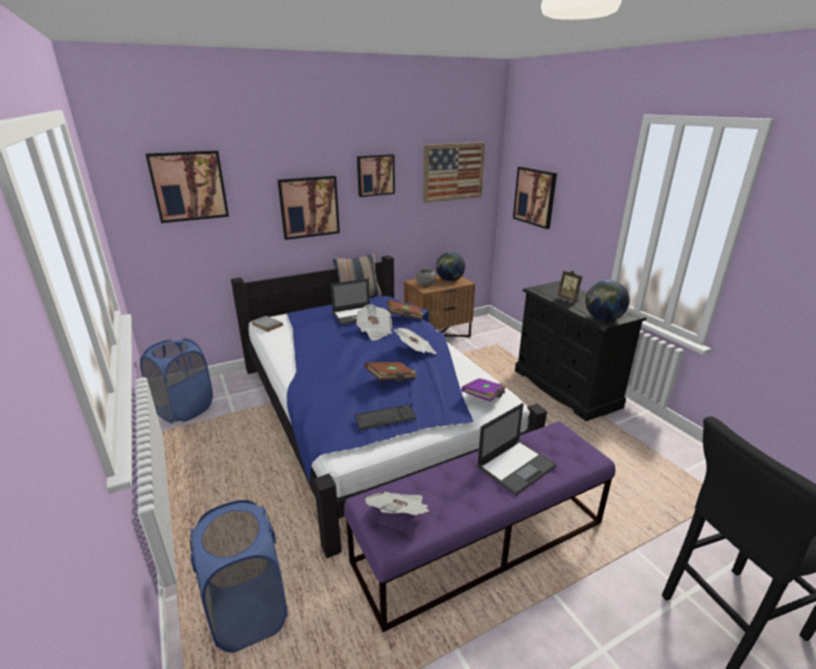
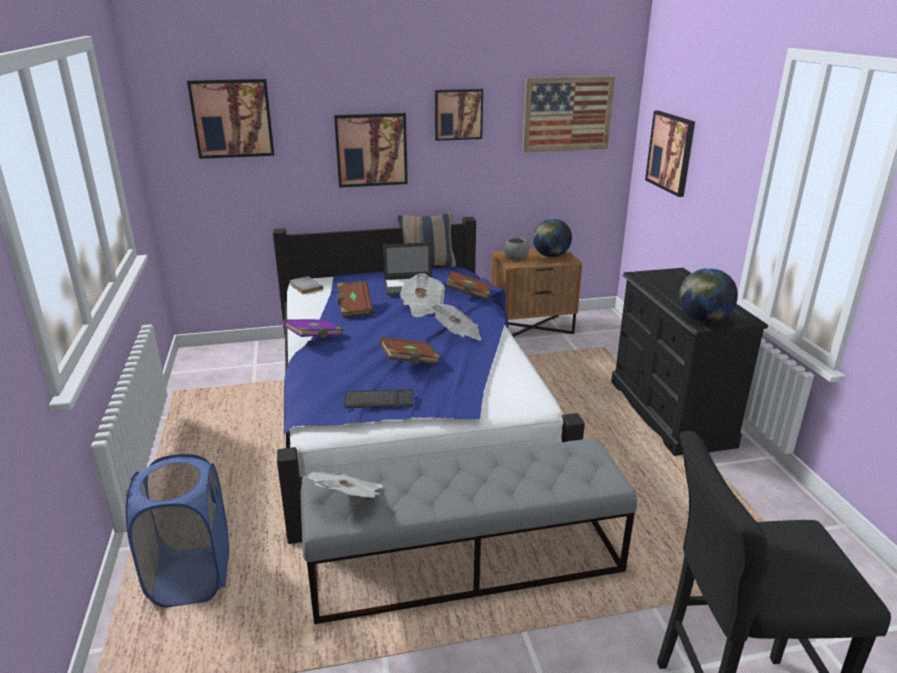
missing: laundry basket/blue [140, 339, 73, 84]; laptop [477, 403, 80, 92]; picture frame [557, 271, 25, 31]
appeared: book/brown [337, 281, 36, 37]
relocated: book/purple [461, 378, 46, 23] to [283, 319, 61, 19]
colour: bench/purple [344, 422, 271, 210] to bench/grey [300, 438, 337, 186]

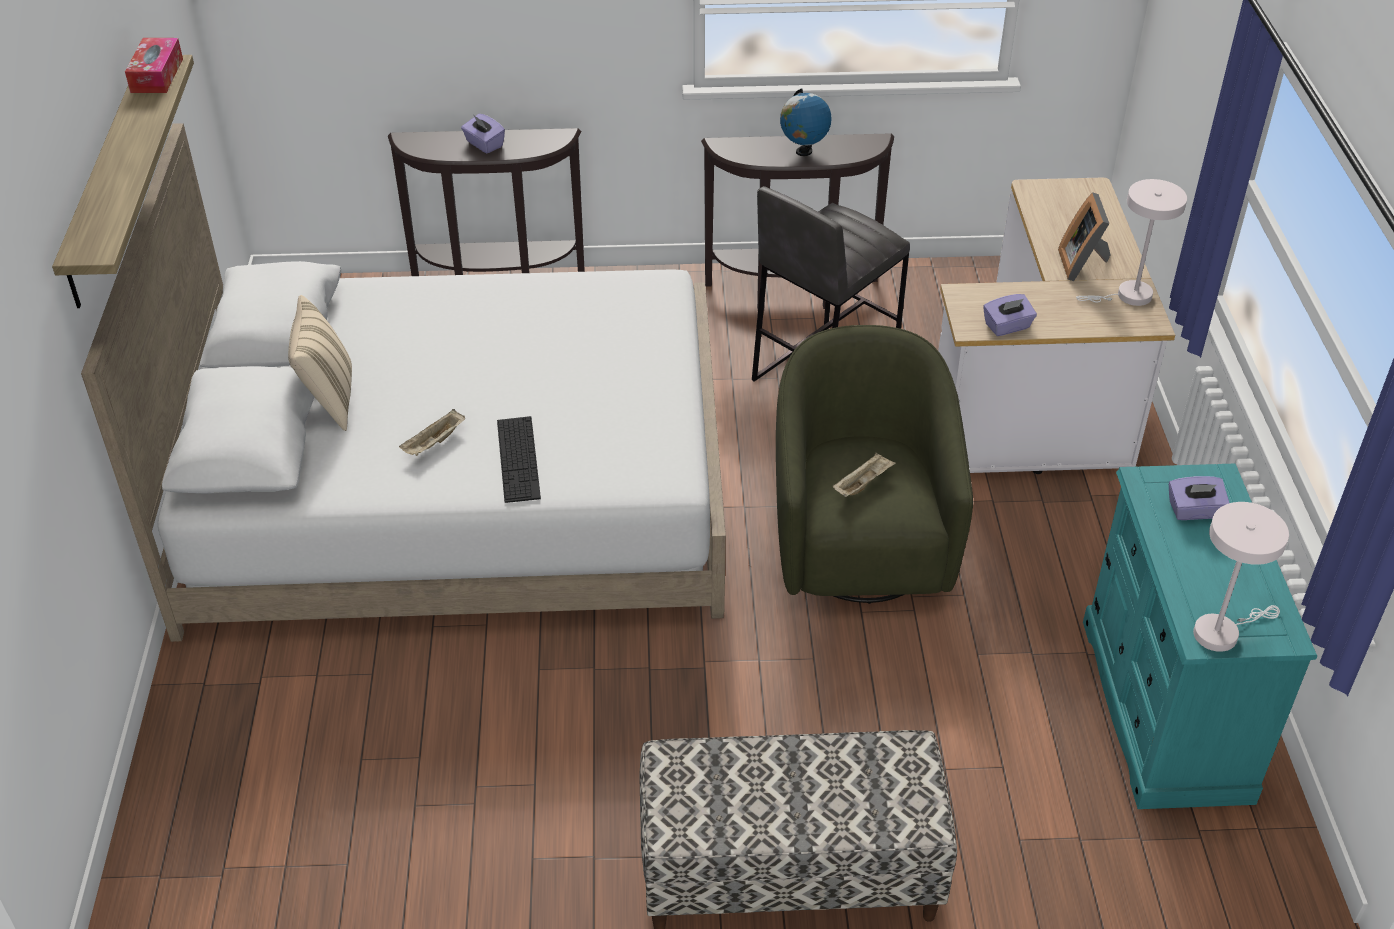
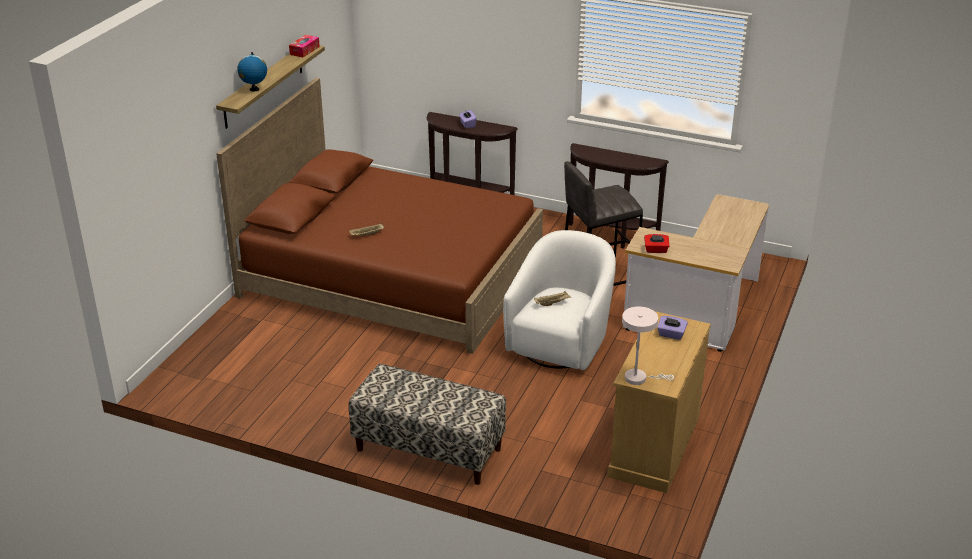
missing: pillow/beige [288, 295, 64, 136]; keyboard [497, 416, 44, 87]; picture frame [1058, 192, 53, 89]; table lamp/white [1076, 179, 111, 127]
relocated: globe [780, 89, 52, 67] to [237, 52, 30, 39]
colour: bed/white [81, 123, 645, 519] to bed/brown [216, 78, 327, 276]; armchair/green [776, 325, 197, 279] to armchair/white [503, 230, 113, 140]; tissue box/purple [983, 294, 54, 42] to tissue box/red [644, 234, 25, 19]; dresser/turquoise [1083, 464, 234, 345] to dresser/beige [607, 311, 104, 182]

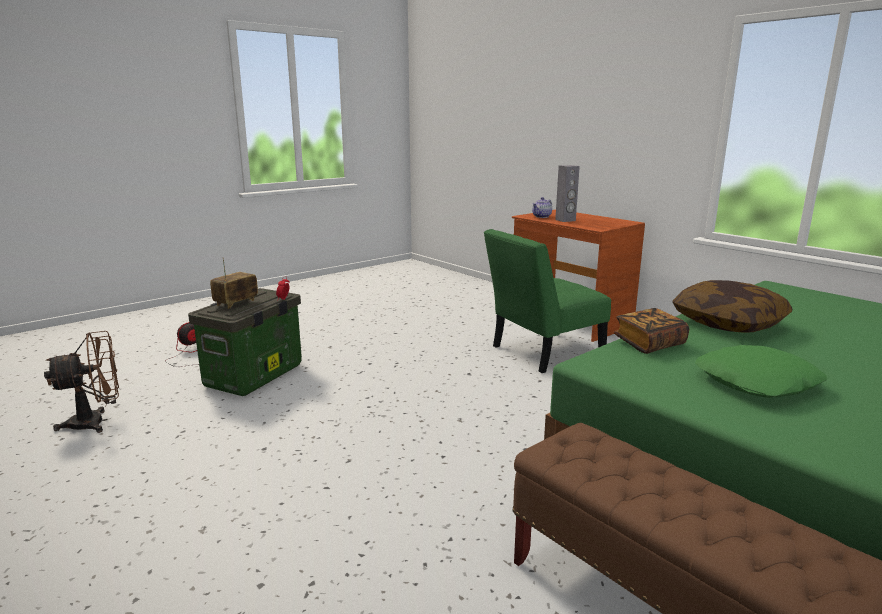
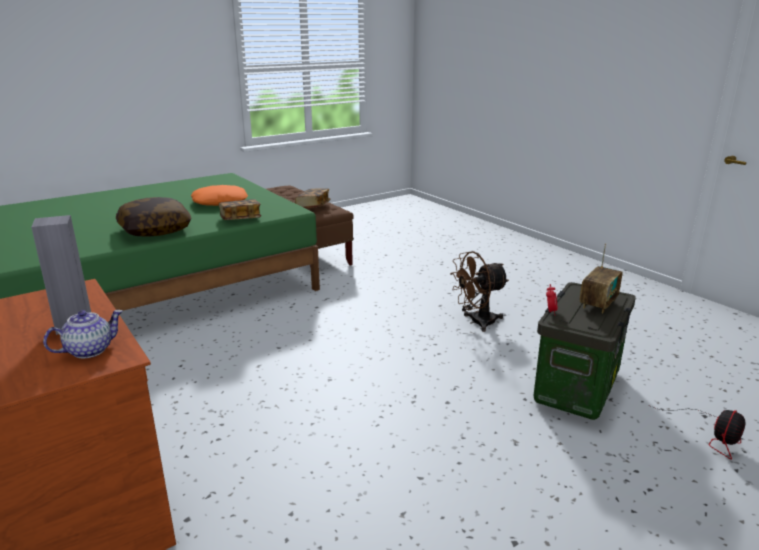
missing: chair/green [484, 229, 127, 144]
appeared: book [295, 188, 35, 20]
relocated: fan/brown [44, 331, 75, 102] to [450, 251, 59, 81]
colour: pillow/green [695, 345, 132, 53] to pillow/orange [191, 185, 57, 21]

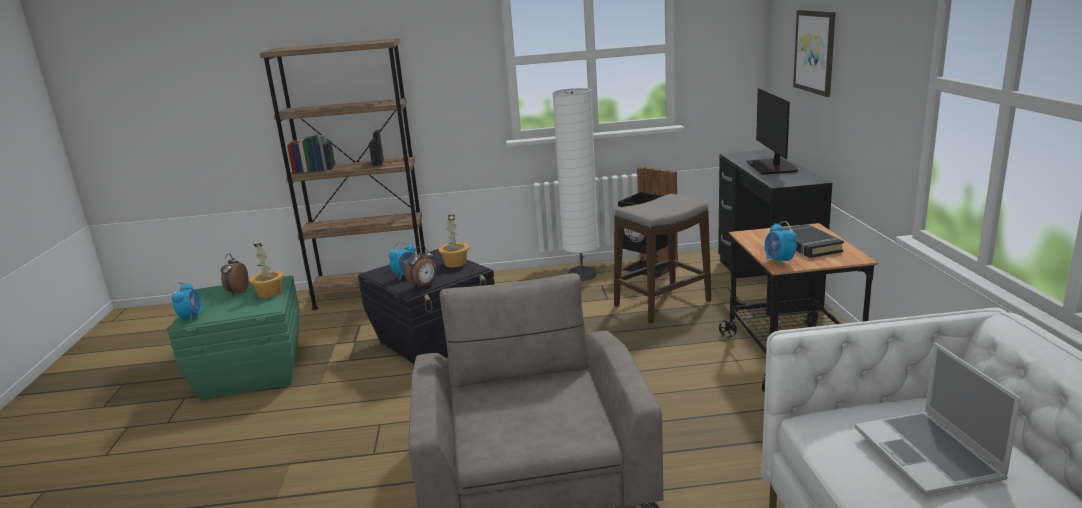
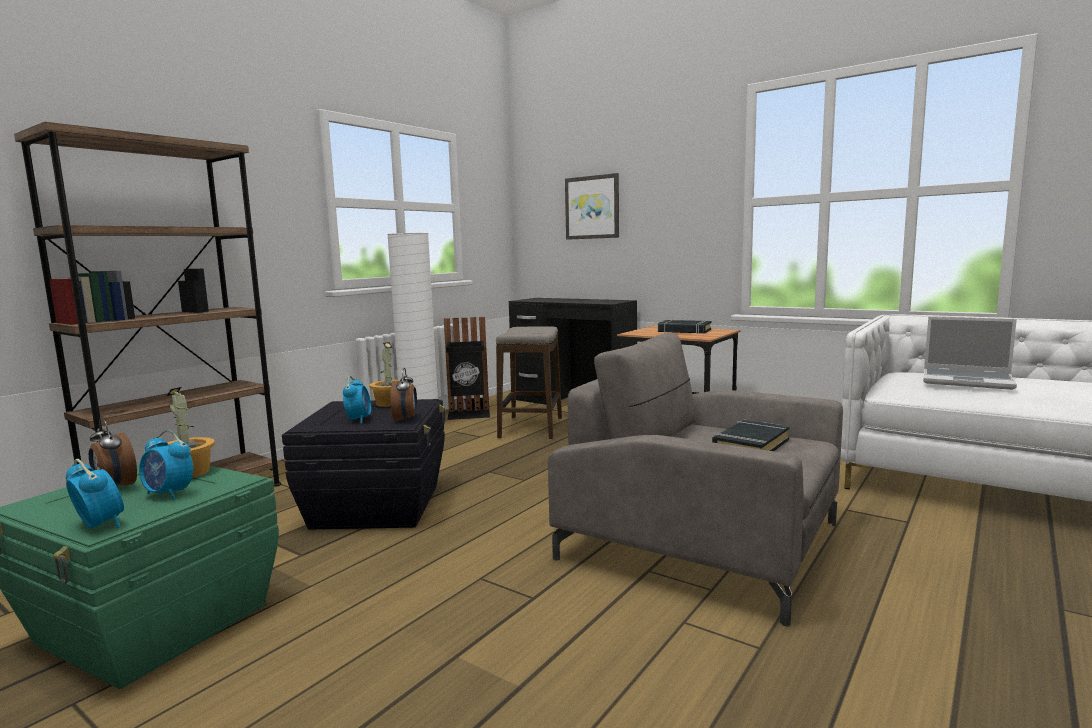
missing: monitor [746, 88, 53, 87]
appeared: book/black [712, 420, 78, 31]
relocated: alarm clock [764, 221, 33, 45] to [139, 430, 54, 70]

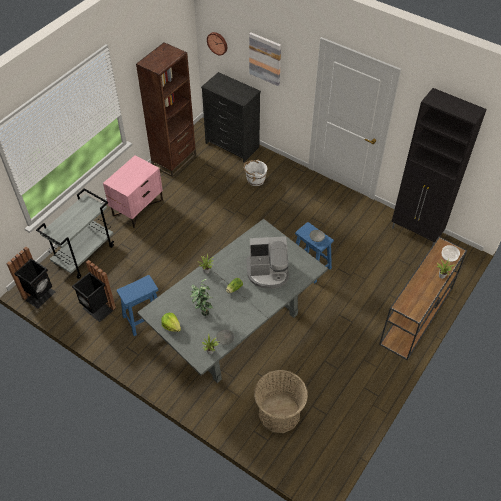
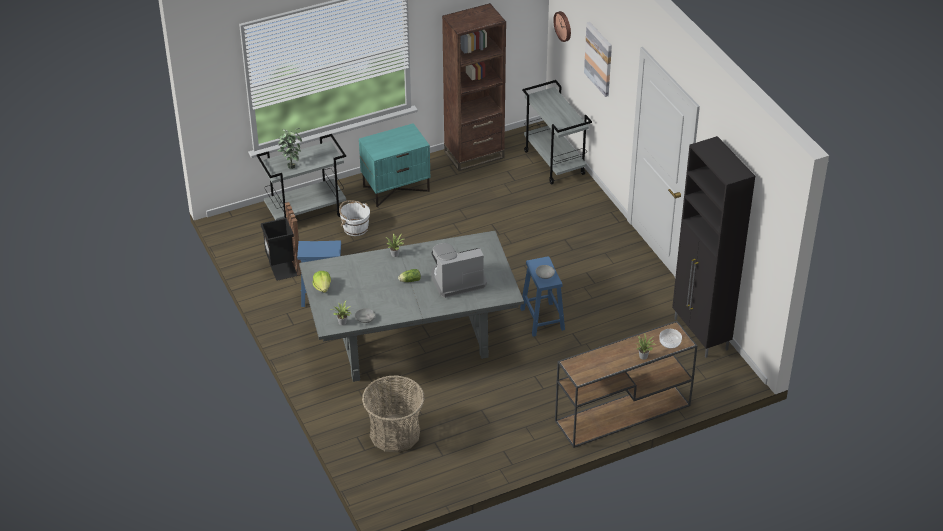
missing: trash can/black [6, 247, 50, 62]
relocated: potted plant [190, 279, 24, 37] to [277, 128, 25, 41]; bucket/white [244, 160, 23, 26] to [339, 200, 31, 36]
exchanged: dresser/black [201, 72, 60, 90] to cart/grey [522, 80, 70, 105]
colour: nightstand/pink [103, 155, 60, 73] to nightstand/turquoise [359, 123, 71, 84]
spun: coffee machine [246, 236, 43, 53] = [431, 243, 56, 55] 135 degrees clockwise

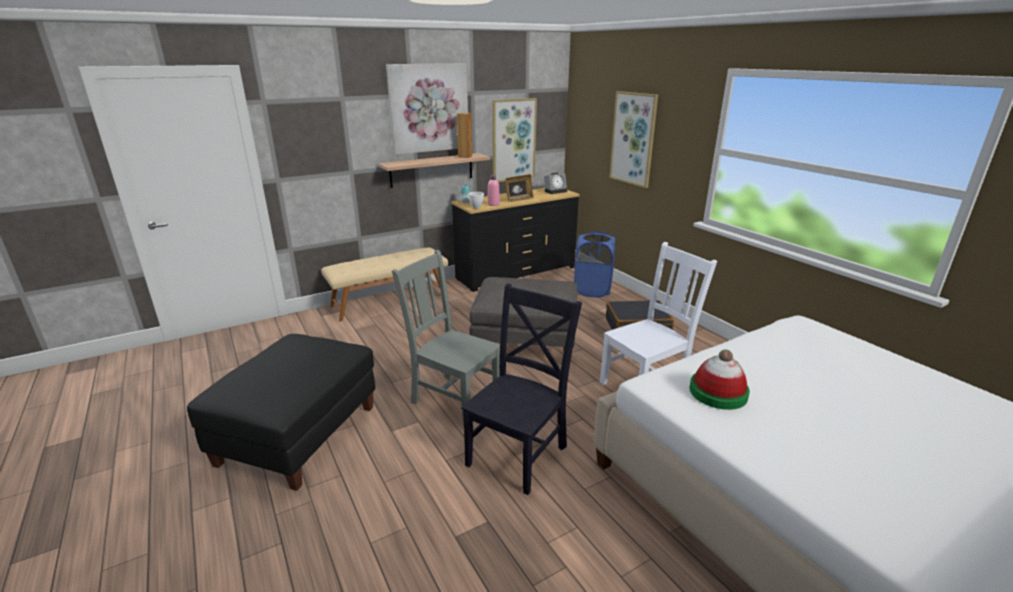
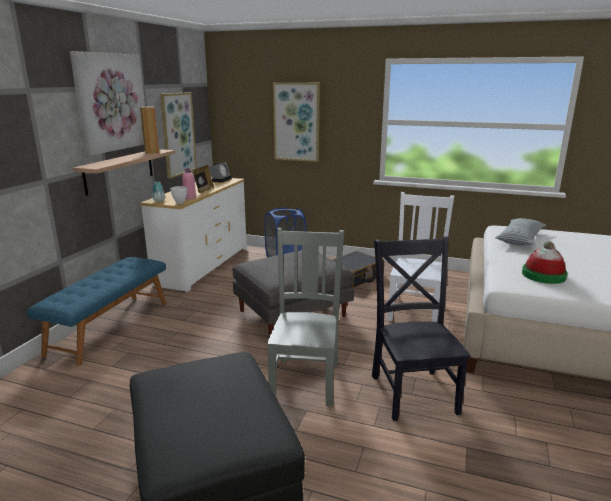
appeared: pillow [495, 218, 51, 28]
colour: bench/beige [321, 247, 127, 74] to bench/blue [26, 257, 140, 109]; dresser/black [451, 188, 129, 104] to dresser/white [140, 176, 107, 116]
spun: chair/grey [392, 250, 108, 176] = [267, 228, 77, 179] 105 degrees clockwise

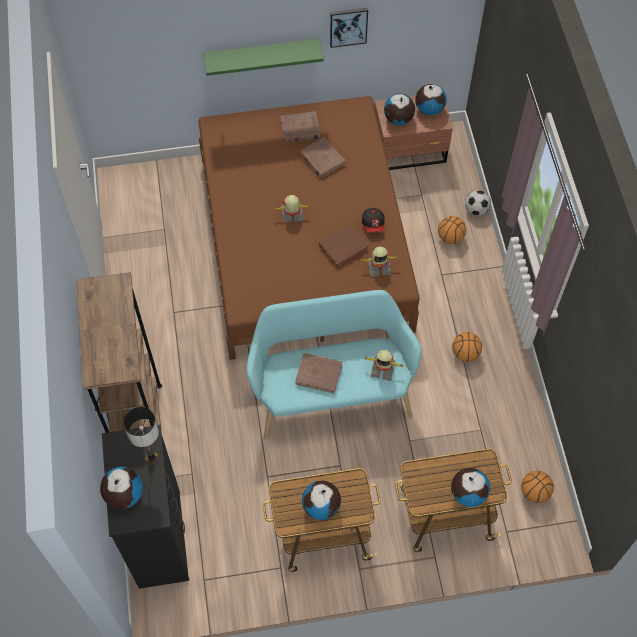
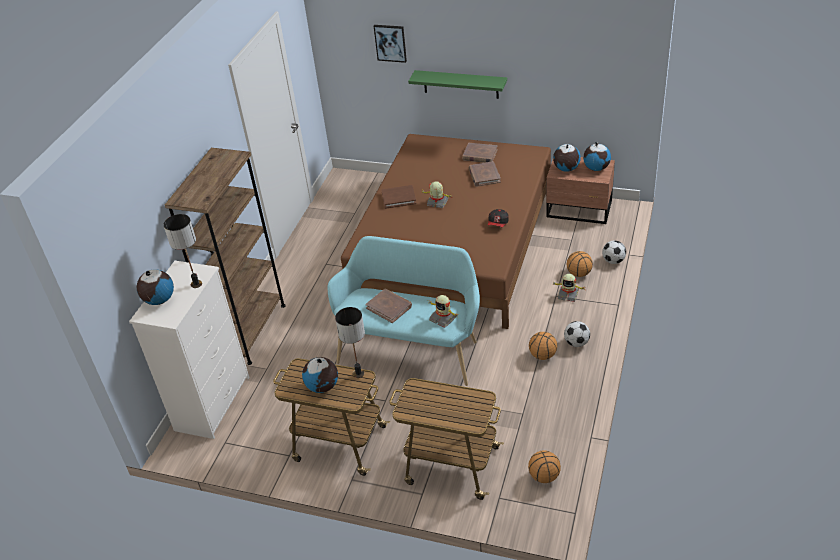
missing: globe [451, 468, 39, 39]
appeared: table lamp [335, 307, 30, 71]; football [564, 321, 26, 26]
relocated: book/brown [319, 226, 49, 42] to [382, 185, 34, 24]; picture [330, 8, 38, 40] to [374, 25, 33, 38]; toy robot [359, 247, 39, 30] to [552, 274, 33, 28]
colour: dresser/black [102, 425, 87, 164] to dresser/white [129, 261, 121, 178]

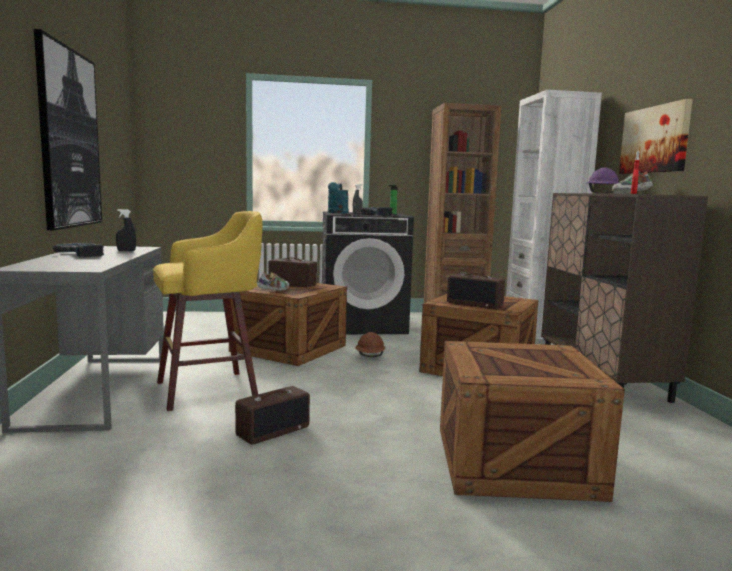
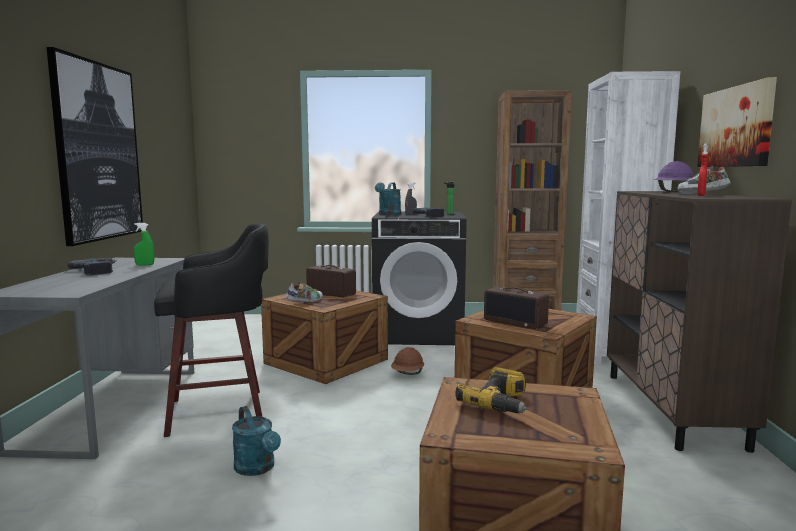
appeared: power drill [455, 367, 72, 46]
exchanged: radio [235, 386, 75, 59] to watering can/turquoise [232, 406, 49, 70]
colour: spray bottle/black [116, 209, 20, 42] to spray bottle/green [134, 223, 21, 42]; stool/yellow [153, 211, 109, 200] to stool/black [154, 223, 115, 214]

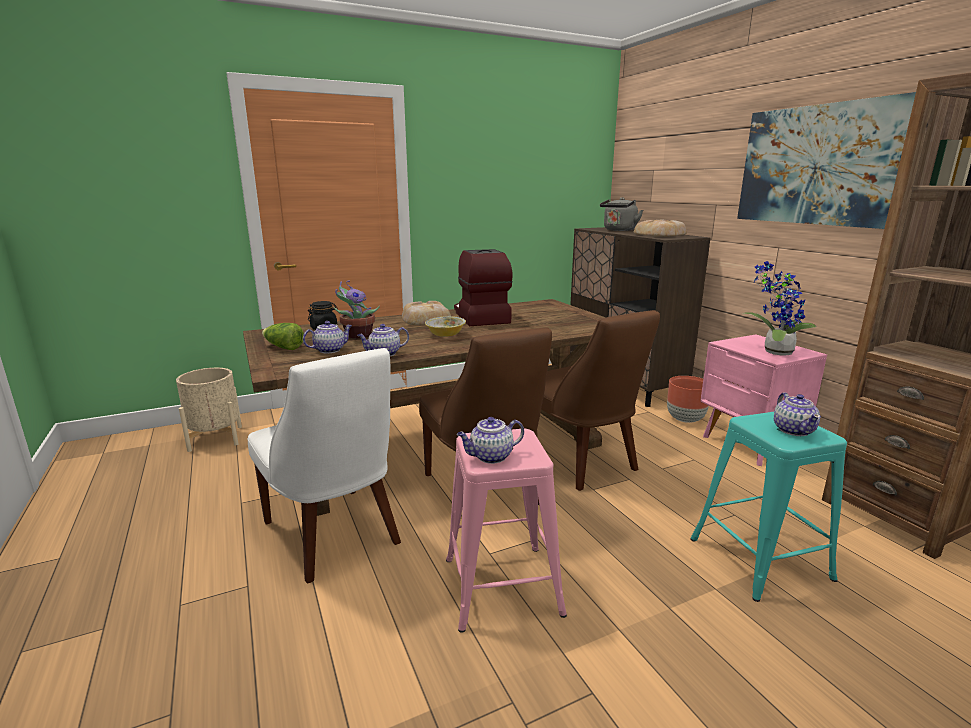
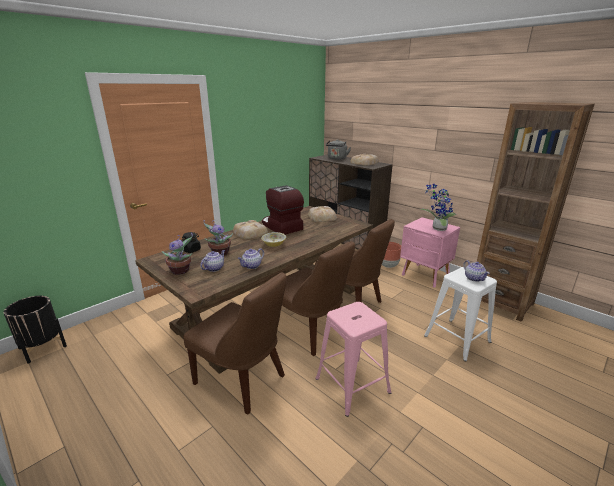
missing: planter/beige [176, 368, 66, 84]; teapot [457, 417, 67, 47]; picture [737, 92, 179, 137]
appeared: planter/black [3, 296, 64, 68]; bread [308, 206, 29, 16]
exchanged: lettuce [262, 323, 42, 27] to potted plant [162, 233, 31, 42]
colour: chair/white [248, 348, 153, 236] to chair/brown [183, 272, 104, 142]; stool/turquoise [690, 412, 157, 190] to stool/white [424, 267, 73, 95]

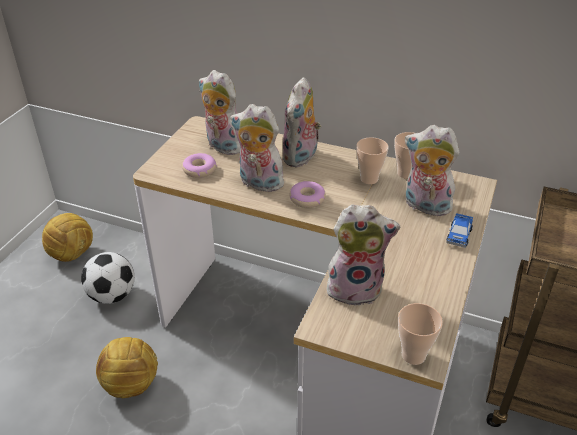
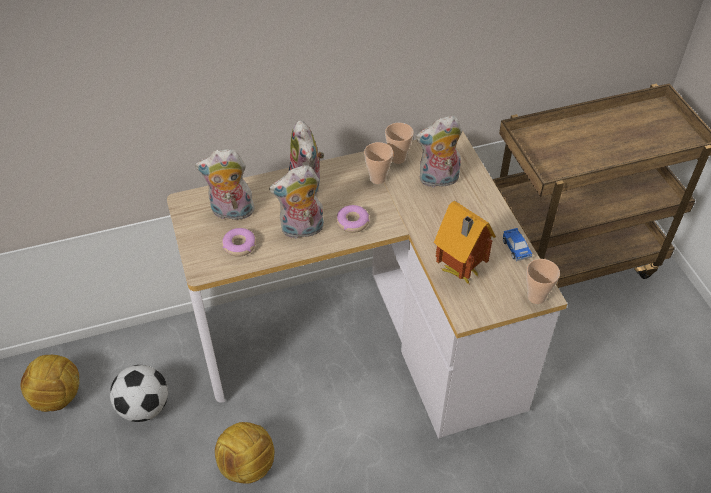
relocated: toy car [446, 213, 27, 35] to [503, 228, 29, 33]
exchanged: plush toy [327, 204, 73, 102] to toy house [434, 201, 62, 84]

